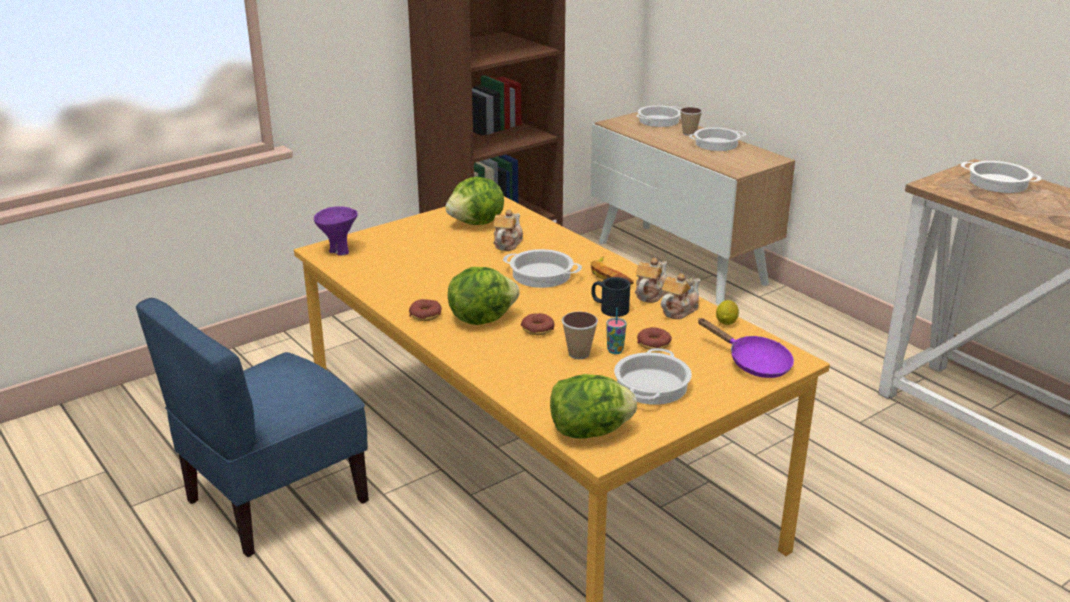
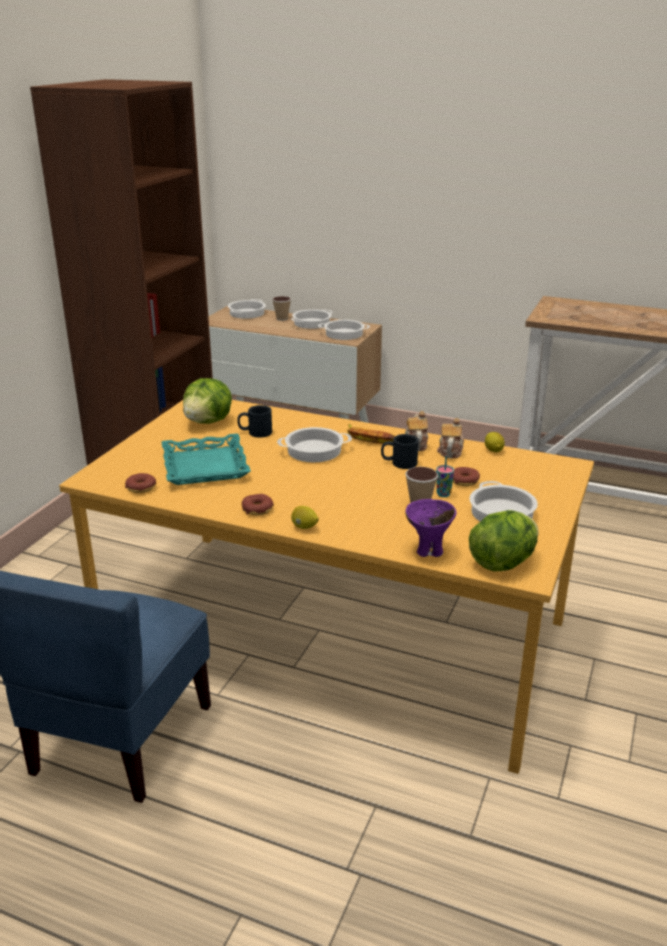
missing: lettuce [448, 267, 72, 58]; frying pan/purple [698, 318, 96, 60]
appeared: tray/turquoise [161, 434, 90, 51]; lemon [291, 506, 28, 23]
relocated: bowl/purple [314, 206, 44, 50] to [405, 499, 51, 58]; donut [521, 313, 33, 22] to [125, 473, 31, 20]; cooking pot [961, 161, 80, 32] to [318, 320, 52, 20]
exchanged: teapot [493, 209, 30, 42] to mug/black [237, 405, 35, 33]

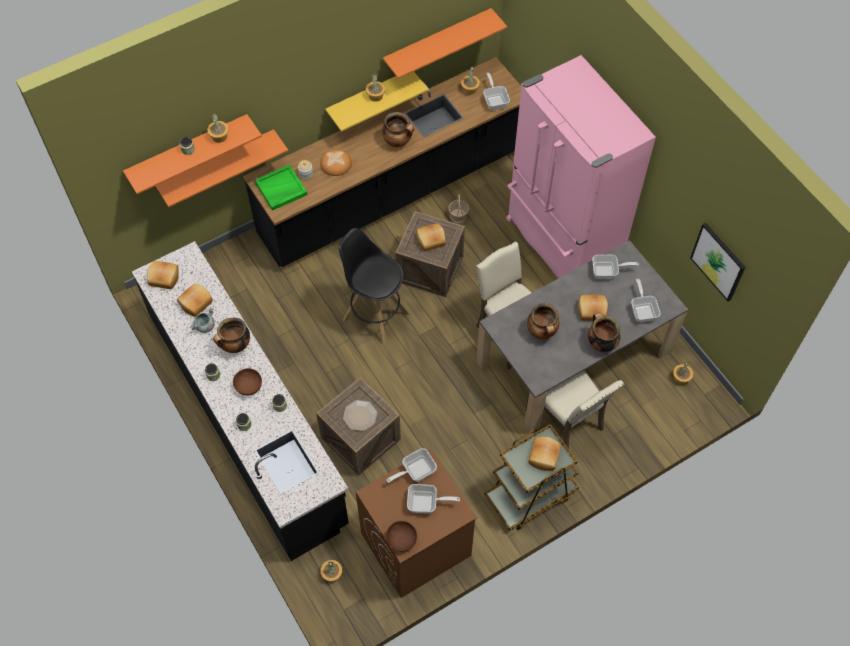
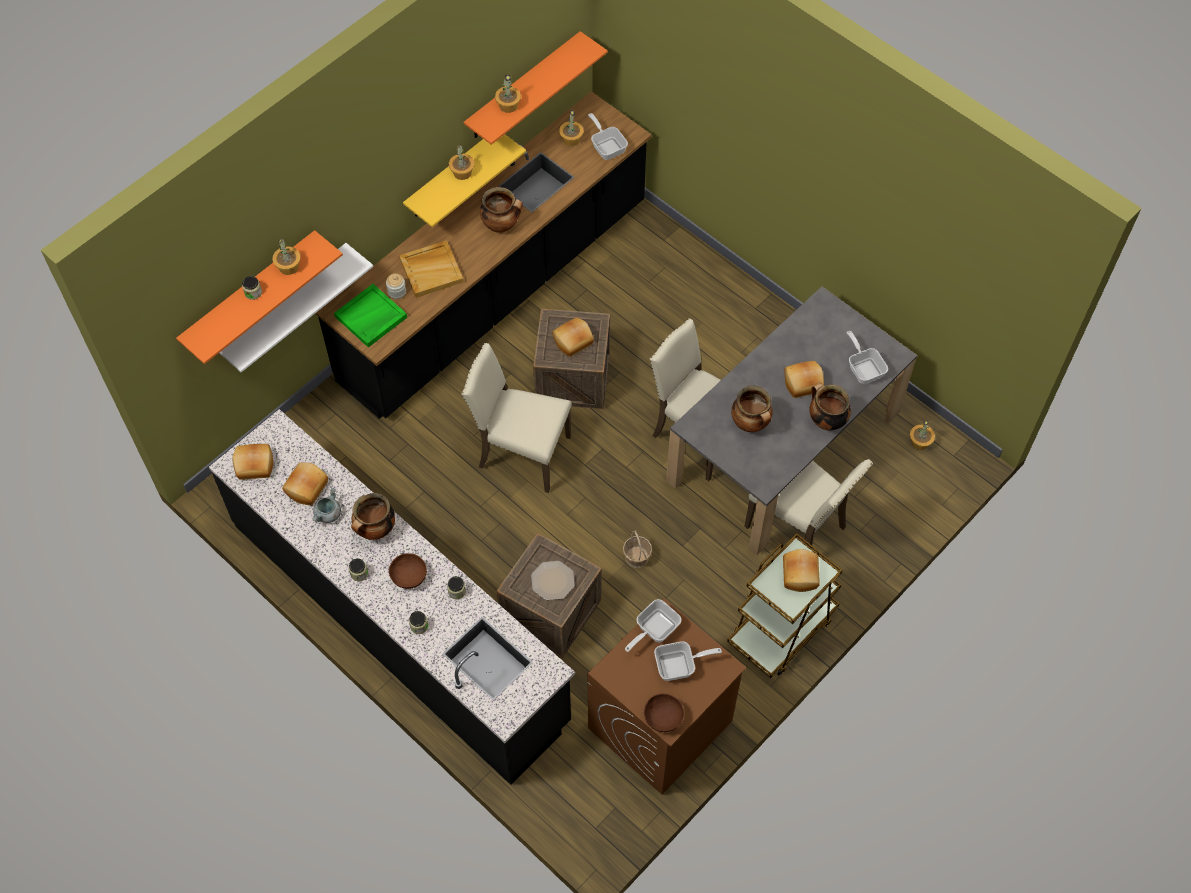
missing: fridge/pink [506, 55, 150, 223]; frying pan [592, 255, 47, 24]; picture [690, 222, 55, 79]
relocated: potted plant [321, 560, 21, 22] to [495, 75, 26, 38]; basket [448, 194, 21, 29] to [623, 530, 29, 38]
exchanged: bread [320, 149, 32, 27] to tray/beige [399, 240, 65, 58]; stool/black [339, 228, 70, 117] to chair/beige [461, 343, 111, 150]
colour: shelf/orange [156, 129, 132, 78] to shelf/white [219, 243, 154, 129]

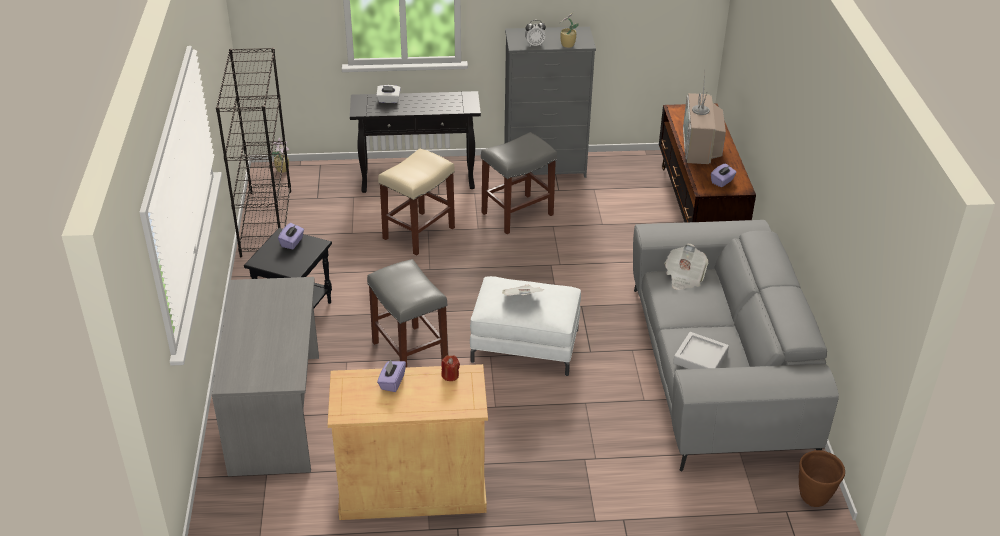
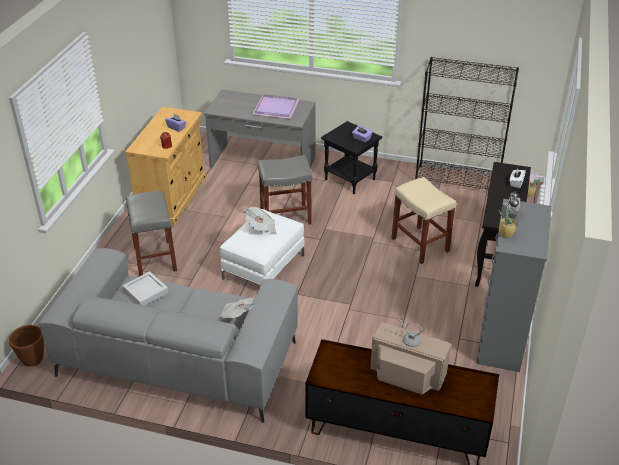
missing: tissue box/purple [711, 164, 26, 23]
appeared: tray/purple [253, 95, 46, 24]
relocated: stool/grey [481, 132, 76, 102] to [126, 191, 51, 86]

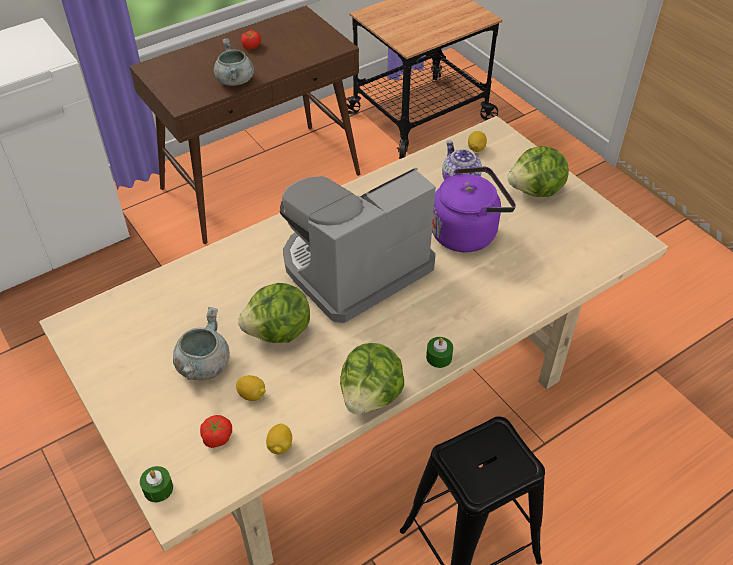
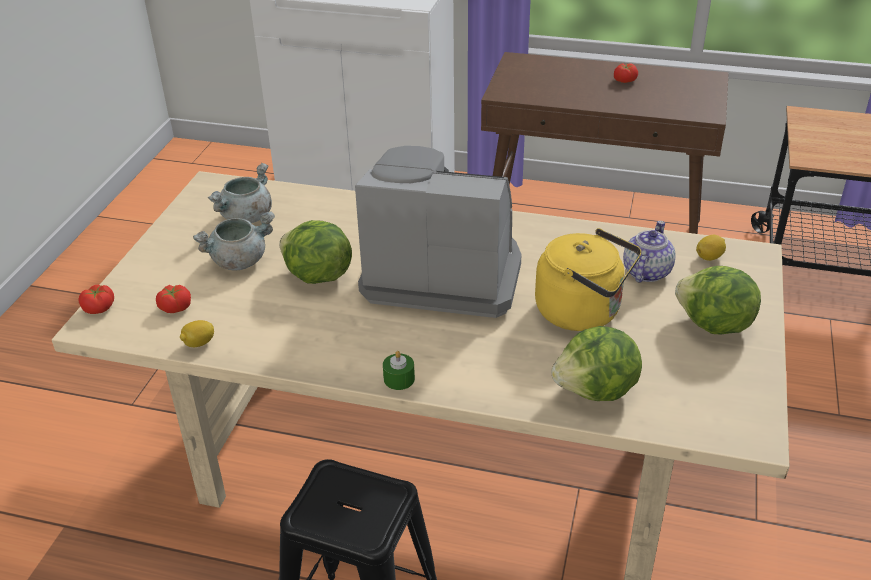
missing: lemon [236, 375, 30, 26]
relocated: cooking pot/grey [214, 39, 40, 47] to [208, 163, 64, 60]; lettuce [340, 343, 64, 71] to [551, 326, 91, 75]
exchanged: candle/green [140, 466, 33, 36] to tomato [78, 284, 36, 30]
colour: kettle/purple [431, 167, 85, 85] to kettle/yellow [535, 228, 107, 103]

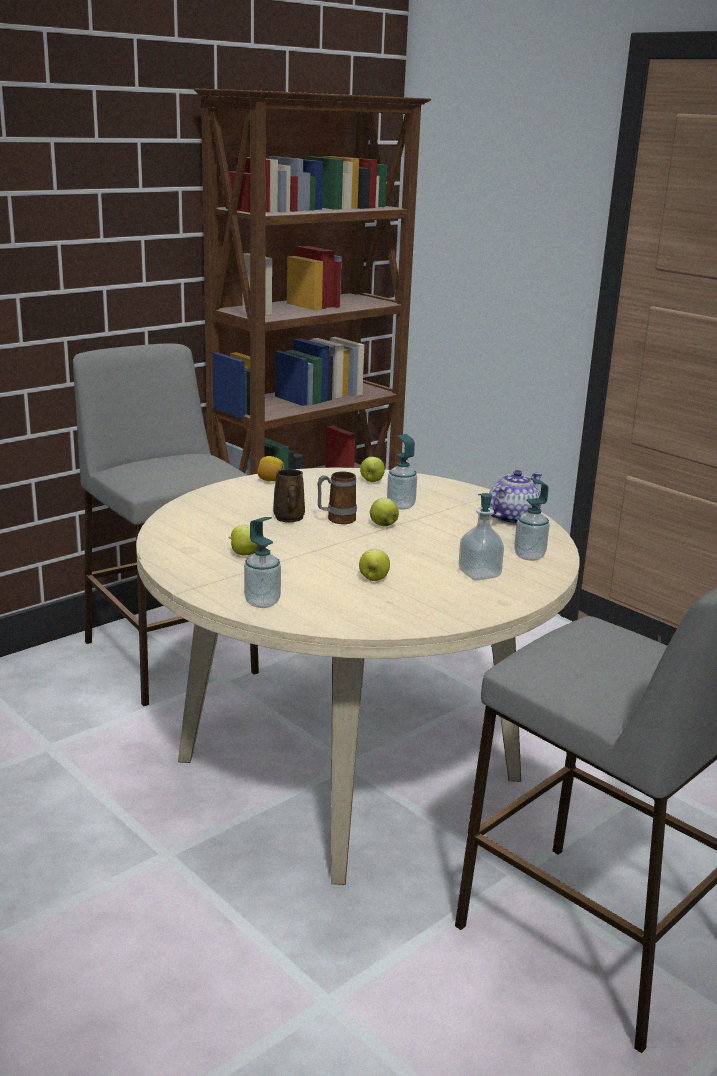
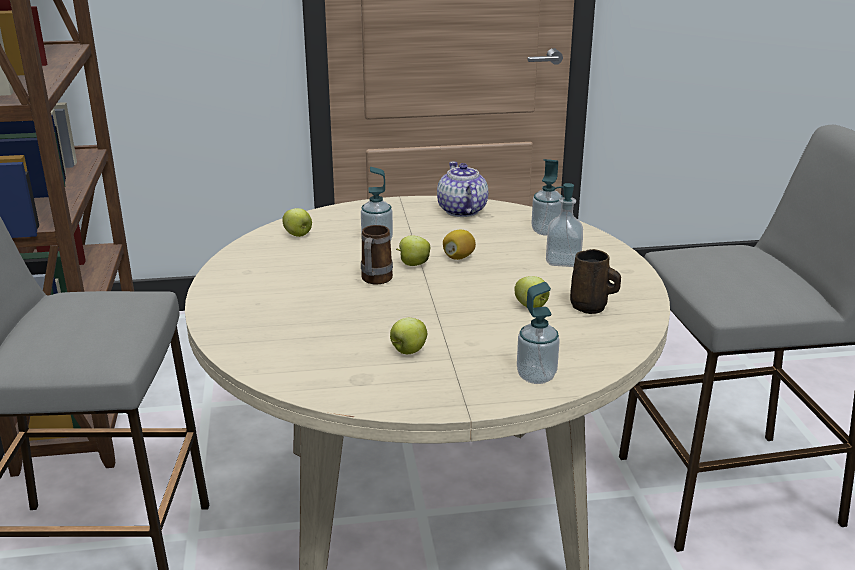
relocated: lemon [257, 456, 27, 25] to [443, 230, 33, 30]; mug/brown [273, 469, 32, 53] to [570, 249, 51, 65]

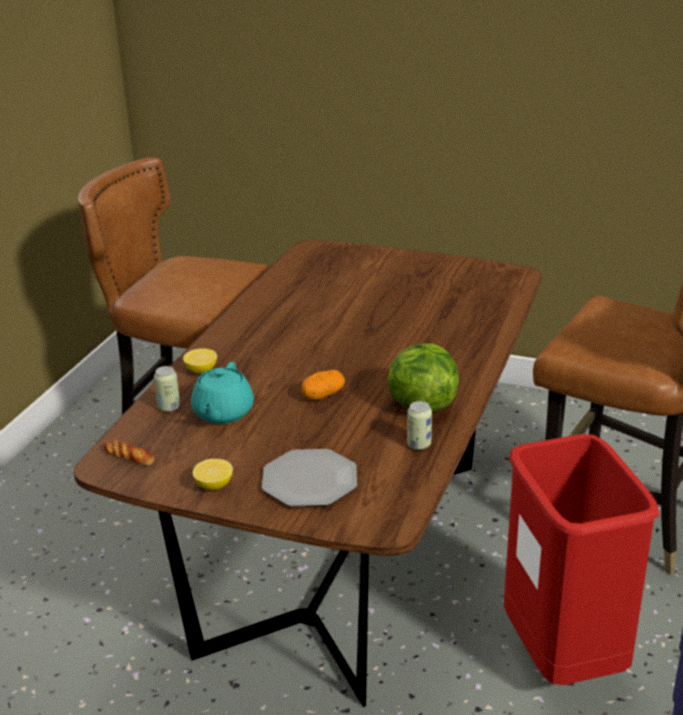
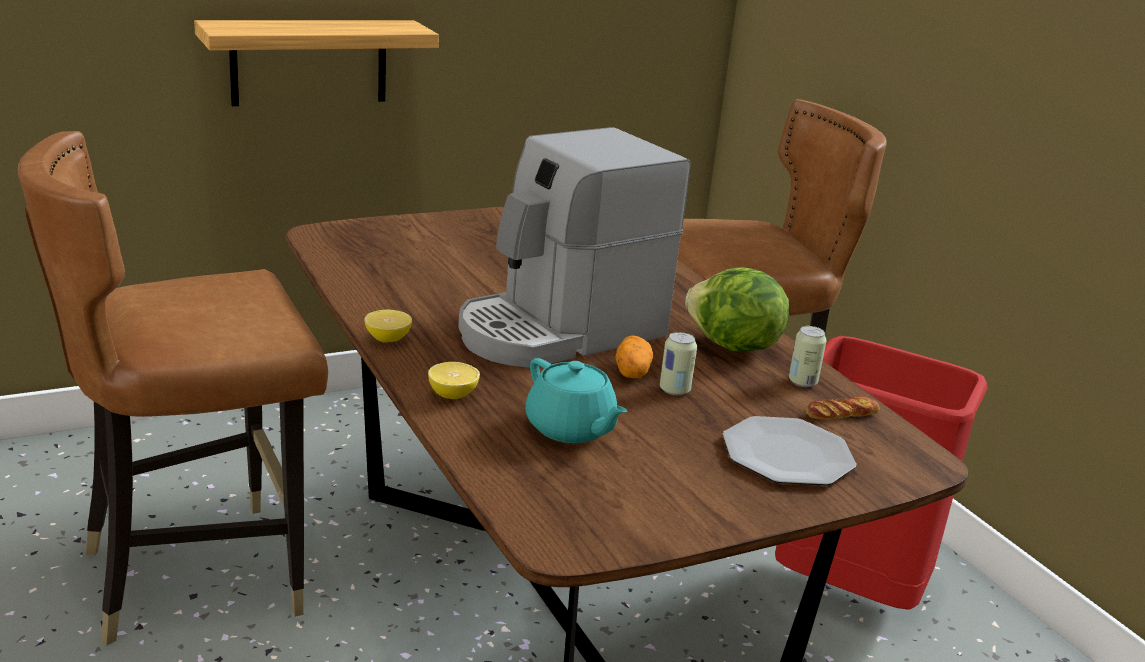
appeared: shelf [194, 20, 245, 86]; coffee machine [458, 127, 233, 241]
relocated: bread [104, 440, 50, 26] to [806, 396, 74, 23]; can [154, 366, 26, 46] to [660, 332, 37, 64]; lemon [192, 459, 41, 31] to [365, 310, 47, 32]

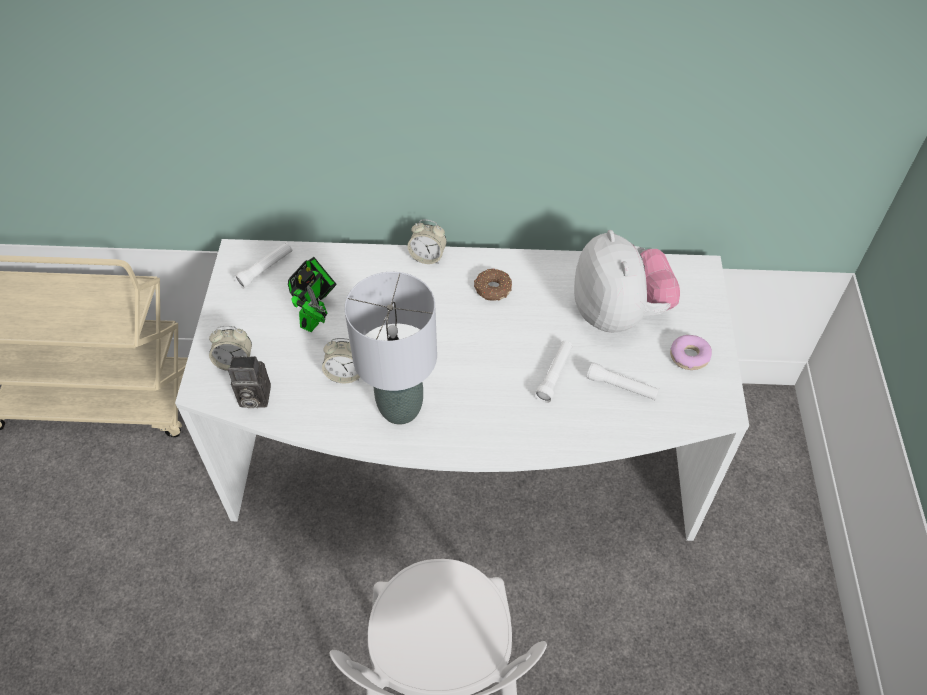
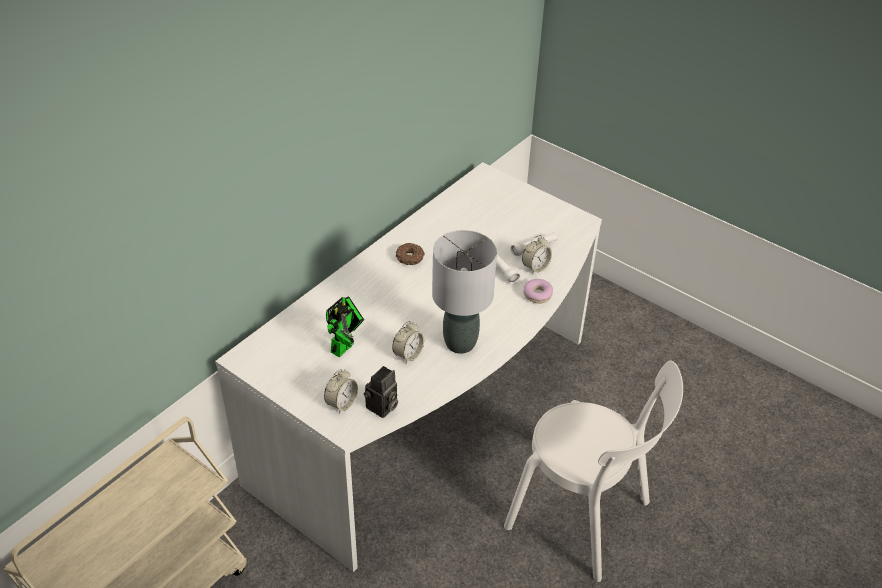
missing: flashlight/white [234, 242, 58, 47]; plush toy [574, 230, 106, 102]
relocated: alarm clock [407, 220, 40, 44] to [522, 235, 30, 39]; donut [670, 335, 42, 35] to [523, 279, 30, 24]
spun: toy robot [288, 257, 49, 75] = [326, 296, 38, 61] 60 degrees clockwise

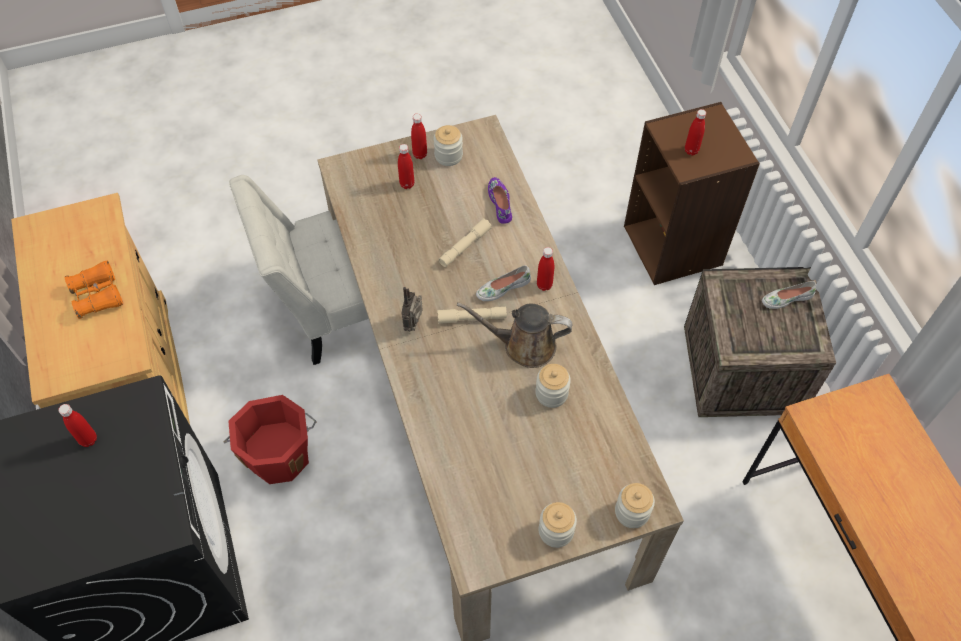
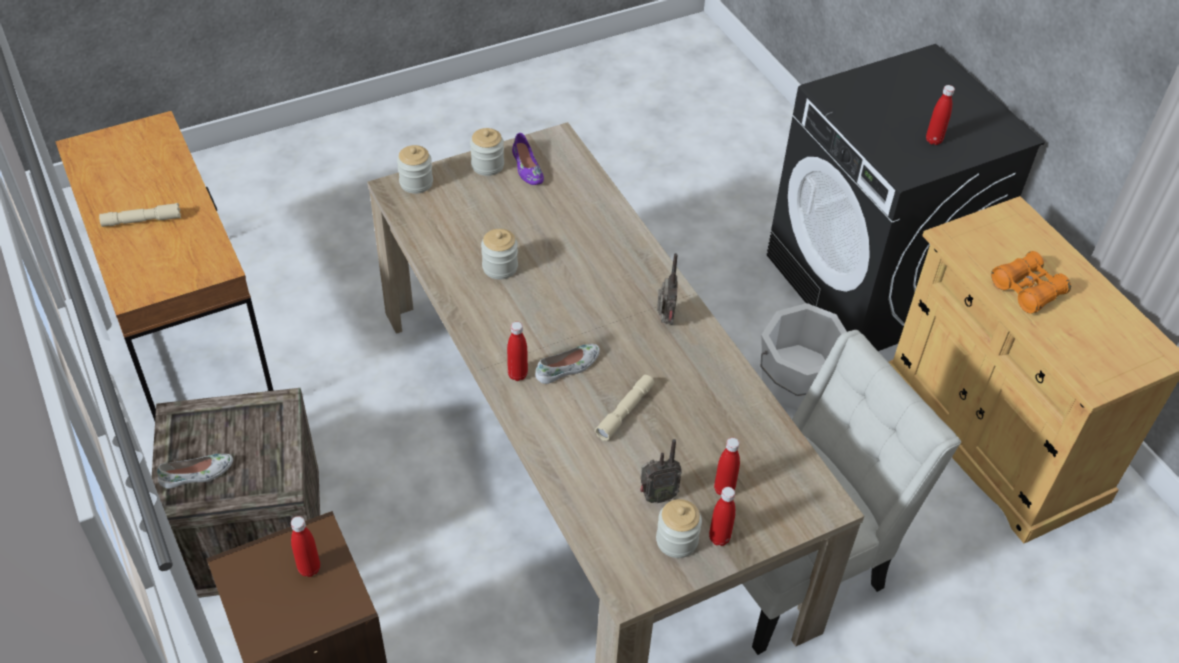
missing: watering can/brown [457, 302, 116, 66]
appeared: radio [640, 439, 42, 64]
relocated: flashlight/beige [437, 307, 70, 17] to [99, 203, 82, 24]; shoe/purple [488, 177, 24, 47] to [512, 133, 32, 52]
colour: bucket/red [224, 395, 93, 89] to bucket/white [760, 303, 87, 107]

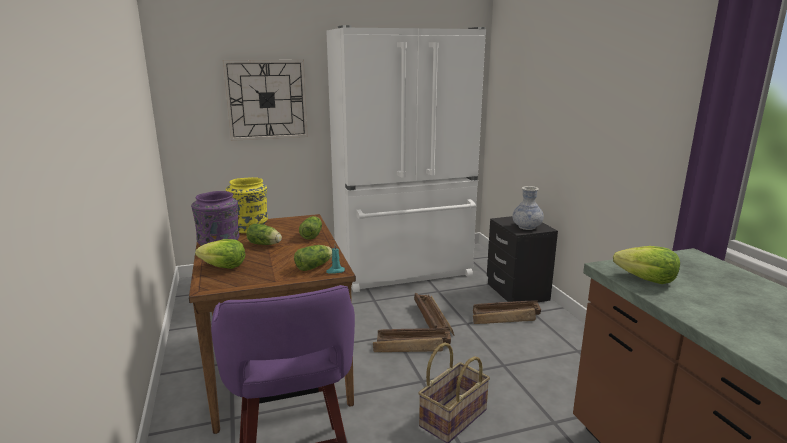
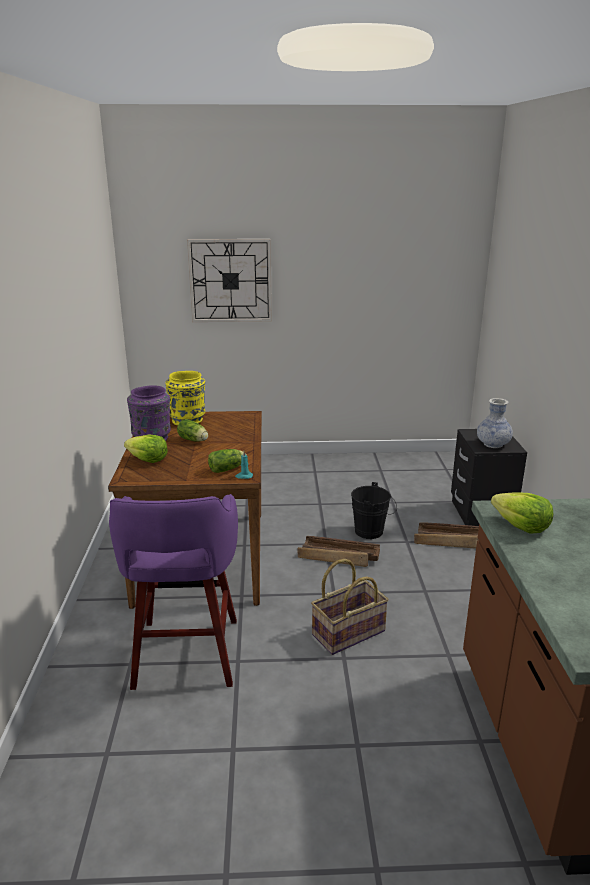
missing: lettuce [299, 216, 23, 24]; fridge/white [326, 25, 160, 267]
exchanged: crate [414, 293, 40, 43] to bucket/black [351, 482, 46, 57]

